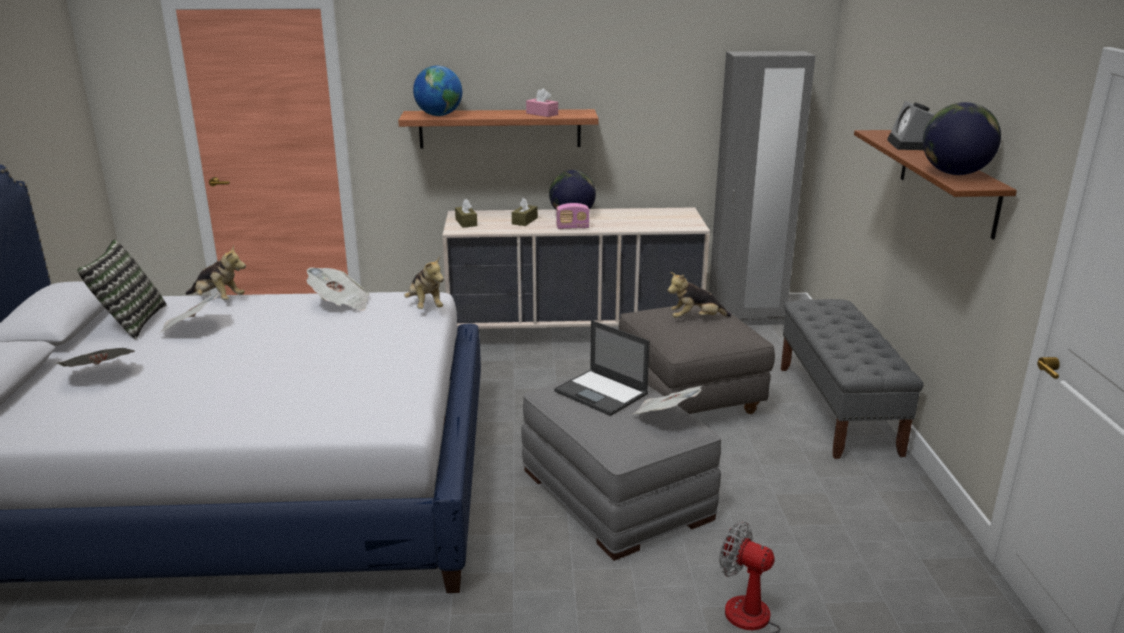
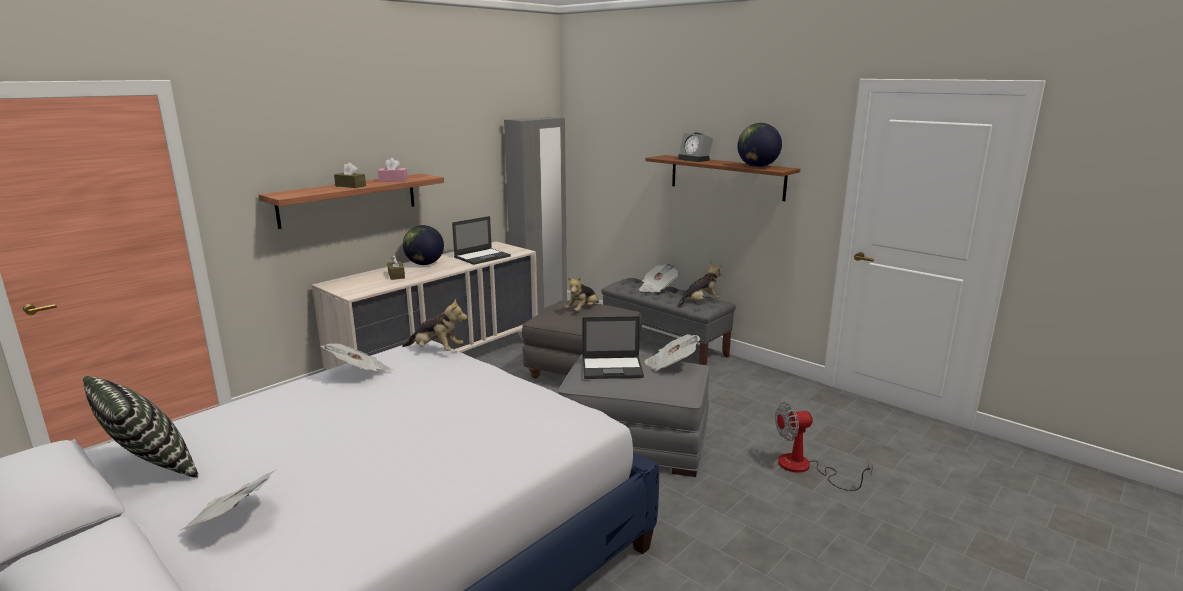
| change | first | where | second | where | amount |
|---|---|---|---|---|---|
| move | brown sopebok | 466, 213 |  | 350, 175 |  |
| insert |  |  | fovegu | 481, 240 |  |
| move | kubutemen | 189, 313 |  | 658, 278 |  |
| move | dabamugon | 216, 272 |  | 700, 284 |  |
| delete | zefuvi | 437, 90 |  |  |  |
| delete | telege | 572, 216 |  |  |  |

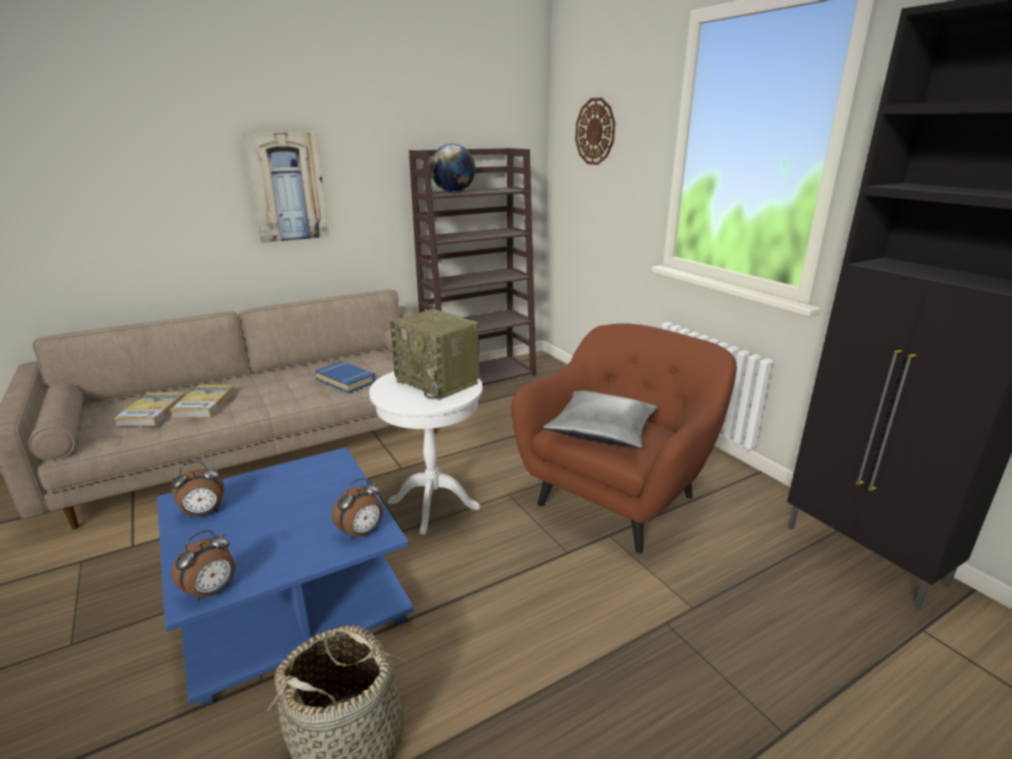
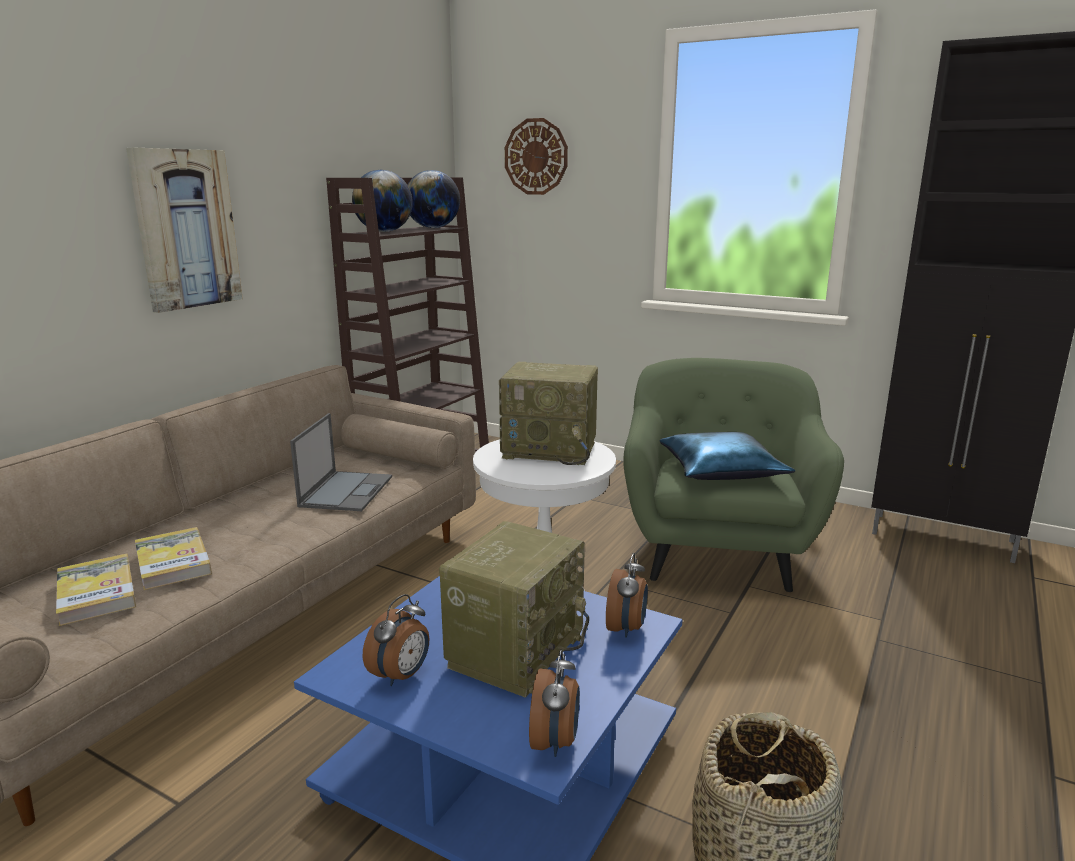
| change | first | where | second | where | amount |
|---|---|---|---|---|---|
| replace | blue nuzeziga | 345, 377 | fovegu | 341, 462 |  |
| insert |  |  | zefuvi | 434, 199 |  |
| insert |  |  | telege | 514, 609 |  |
| recolor | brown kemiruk | 624, 438 | green kemiruk | 733, 475 |  |
| recolor | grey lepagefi | 600, 419 | blue lepagefi | 727, 456 |  |

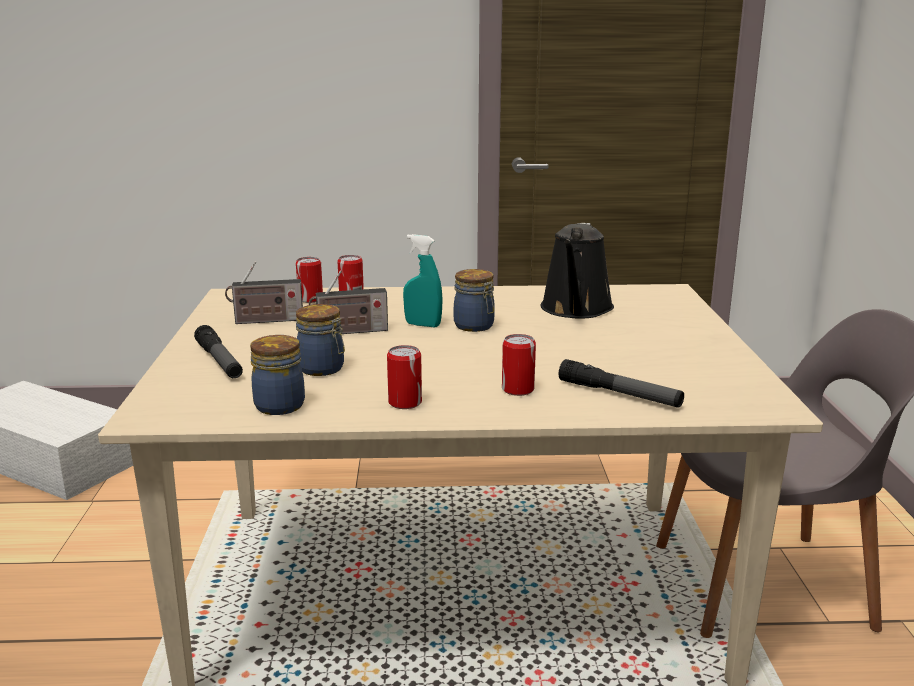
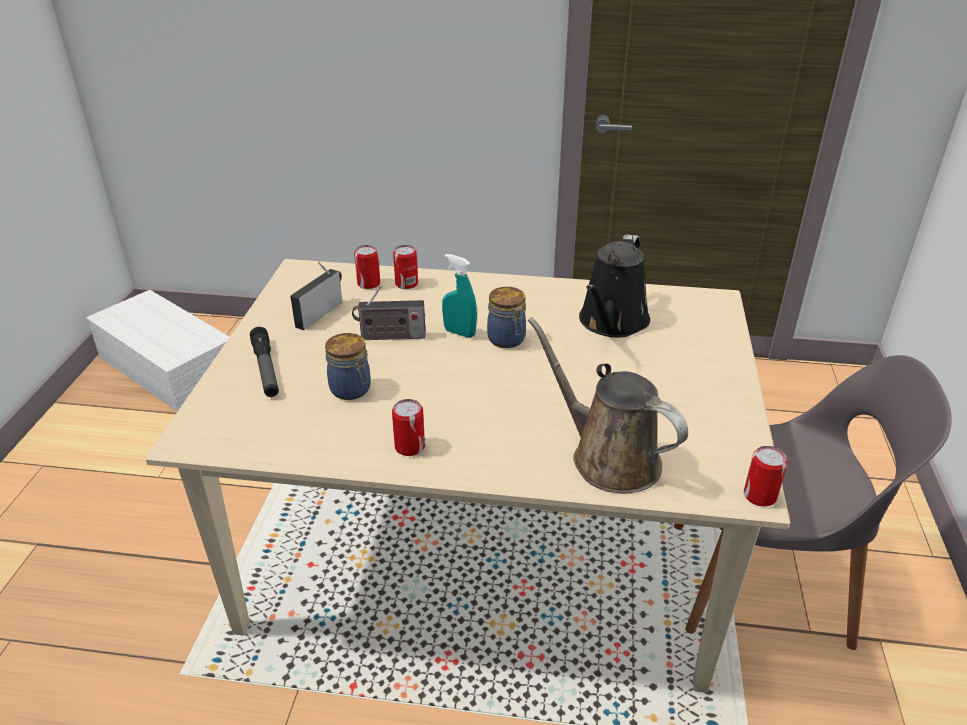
| change | first | where | second | where | amount |
|---|---|---|---|---|---|
| rotate | telege | 264, 293 |  | 316, 296 | 120 degrees clockwise |
| replace | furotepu | 621, 383 | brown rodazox | 608, 405 |  |
| move | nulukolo | 519, 365 |  | 766, 476 |  |
| delete | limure | 277, 375 |  |  |  |

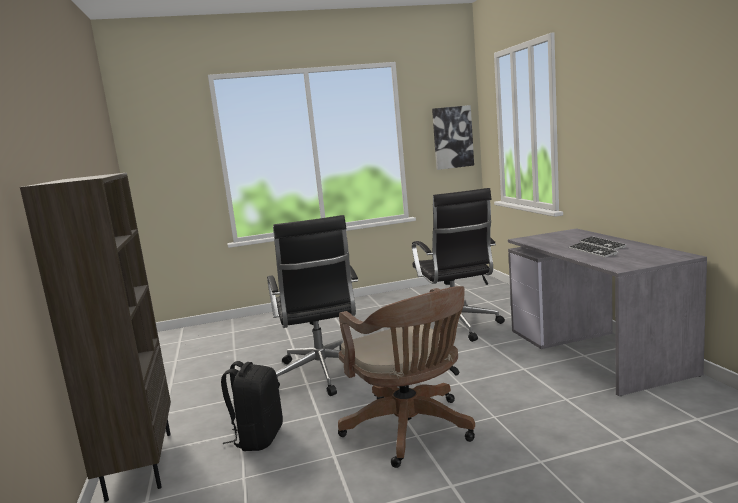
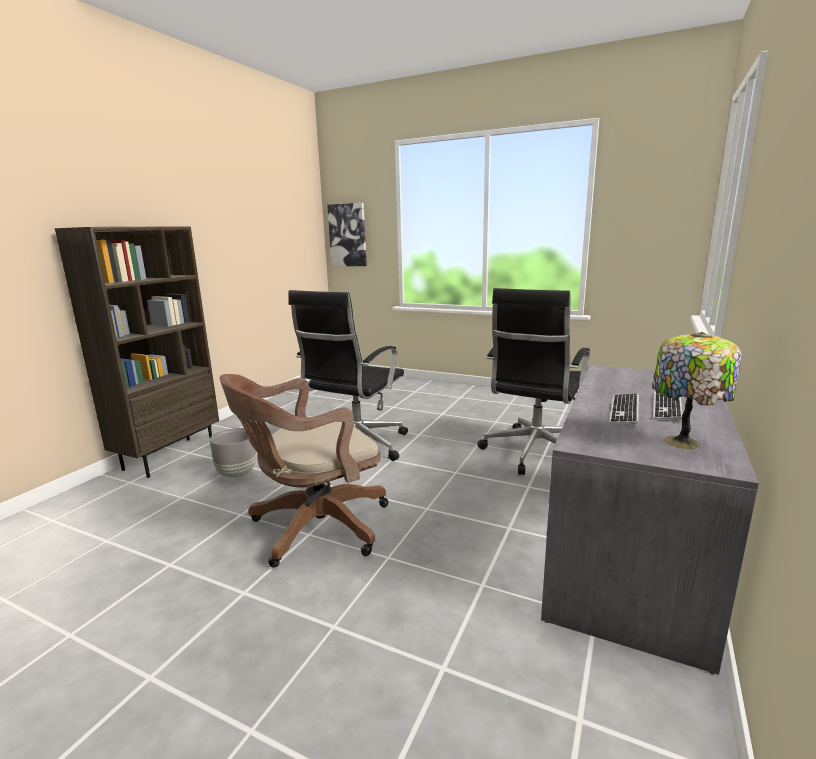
| change | first | where | second | where | amount |
|---|---|---|---|---|---|
| replace | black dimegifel | 252, 406 | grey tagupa | 232, 453 |  |
| rotate | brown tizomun | 406, 377 |  | 304, 471 | 45 degrees clockwise |
| move | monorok | 453, 137 |  | 347, 234 |  |
| insert |  |  | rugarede | 697, 391 |  |

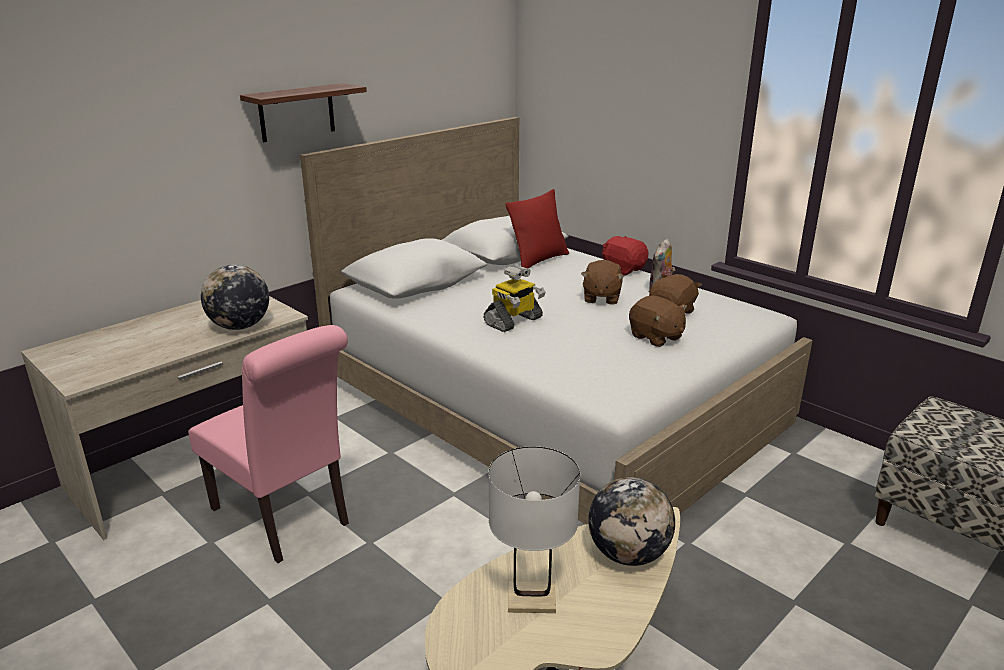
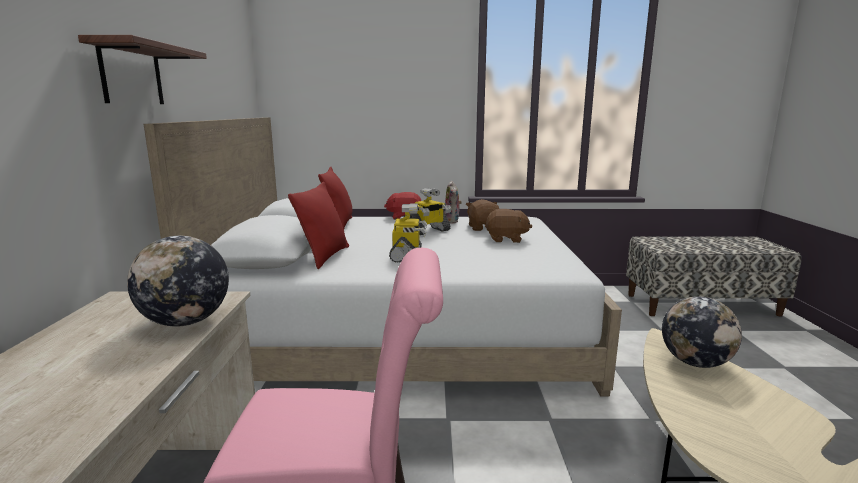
| change | first | where | second | where | amount |
|---|---|---|---|---|---|
| insert |  |  | red lepagefi | 318, 225 |  |
| replace | brown dabamugon | 602, 282 | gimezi | 430, 211 |  |
| delete | white rugarede | 534, 529 |  |  |  |

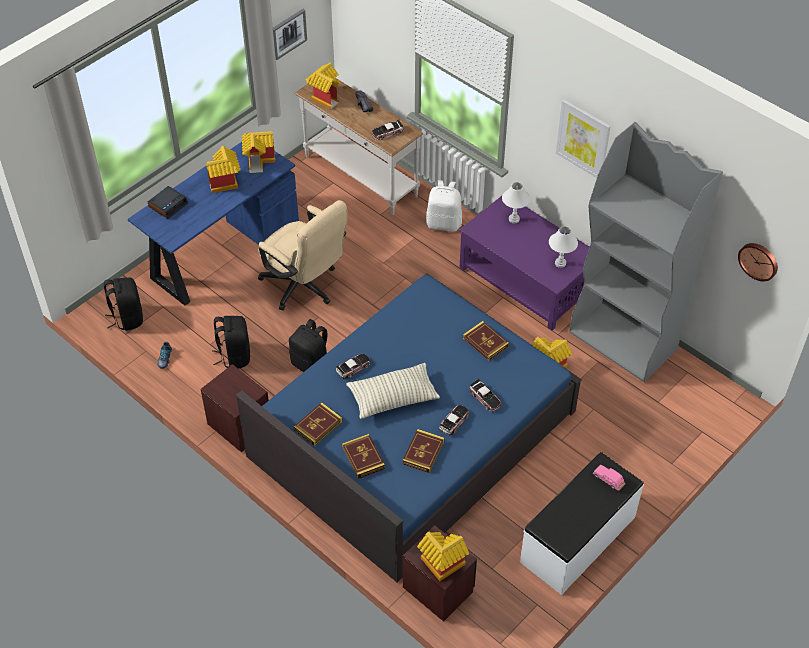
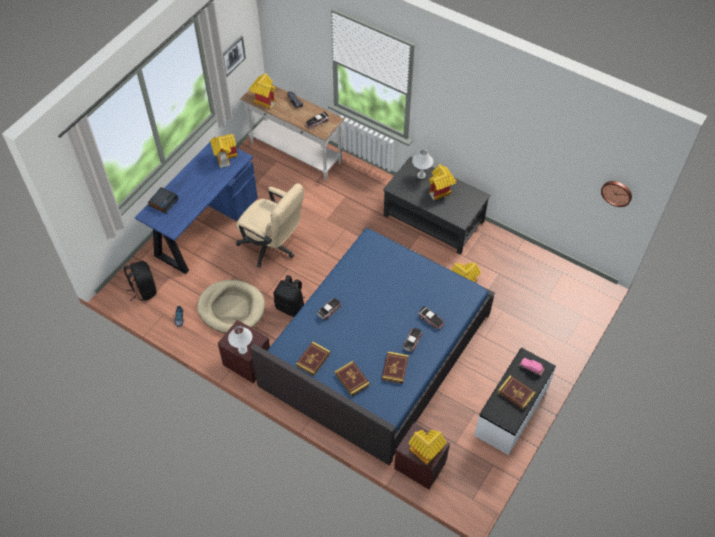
| change | first | where | second | where | amount |
|---|---|---|---|---|---|
| replace | black dimegifel | 231, 342 | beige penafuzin | 231, 306 |  |
| move | white rugarede | 563, 247 |  | 240, 340 |  |
| recolor | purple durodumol | 524, 263 | black durodumol | 436, 206 |  |
| move | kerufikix | 223, 169 |  | 442, 182 |  |
| move | nuzeziga | 486, 341 |  | 516, 392 |  |
| delete | lepagefi | 393, 391 |  |  |  |
| delete | white dimegifel | 444, 206 |  |  |  |
| delete | monorok | 583, 138 |  |  |  |
| delete | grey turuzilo | 646, 252 |  |  |  |

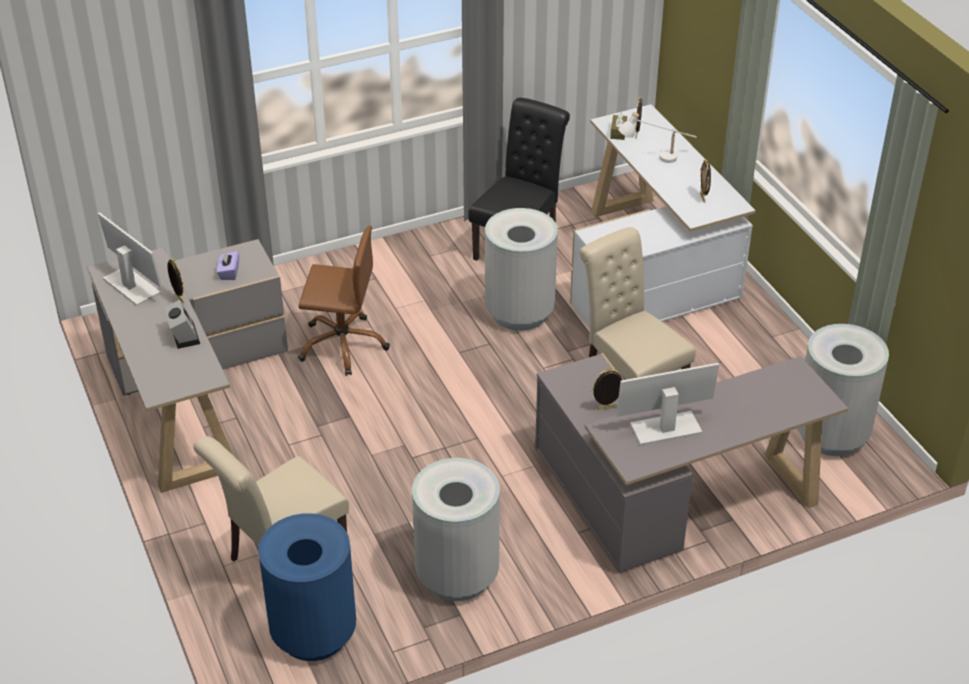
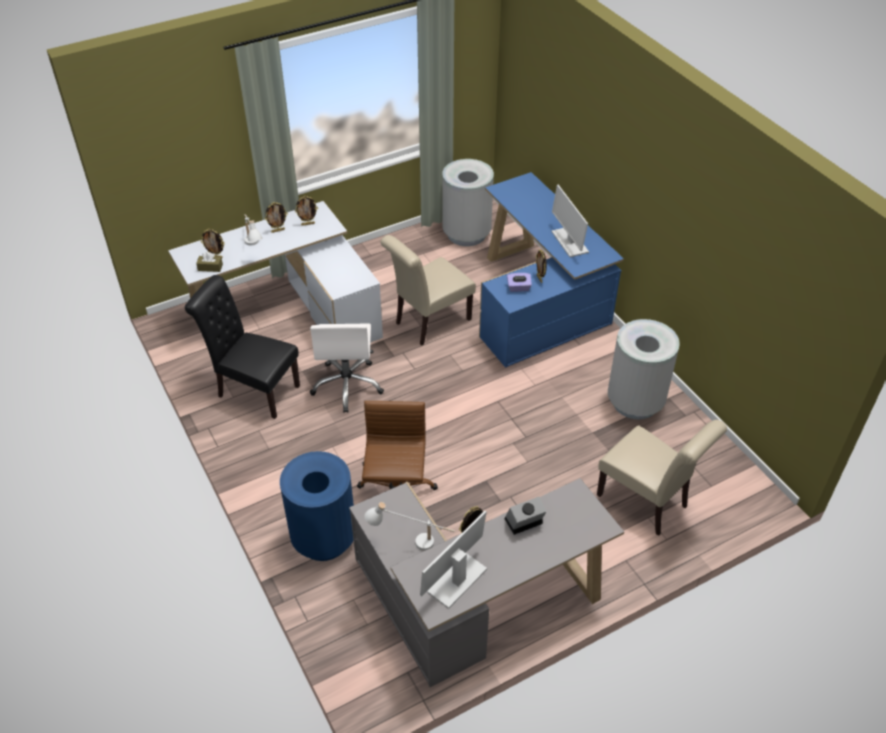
| change | first | where | second | where | amount |
|---|---|---|---|---|---|
| insert |  |  | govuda | 276, 217 |  |
| move | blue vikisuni | 307, 587 |  | 317, 506 |  |
| replace | grey vikisuni | 521, 269 | white tizomun | 347, 368 |  |
| insert |  |  | white rugarede | 409, 526 |  |
| recolor | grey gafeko | 691, 463 | blue gafeko | 551, 270 |  |
| move | purple sopebok | 228, 265 |  | 519, 282 |  |

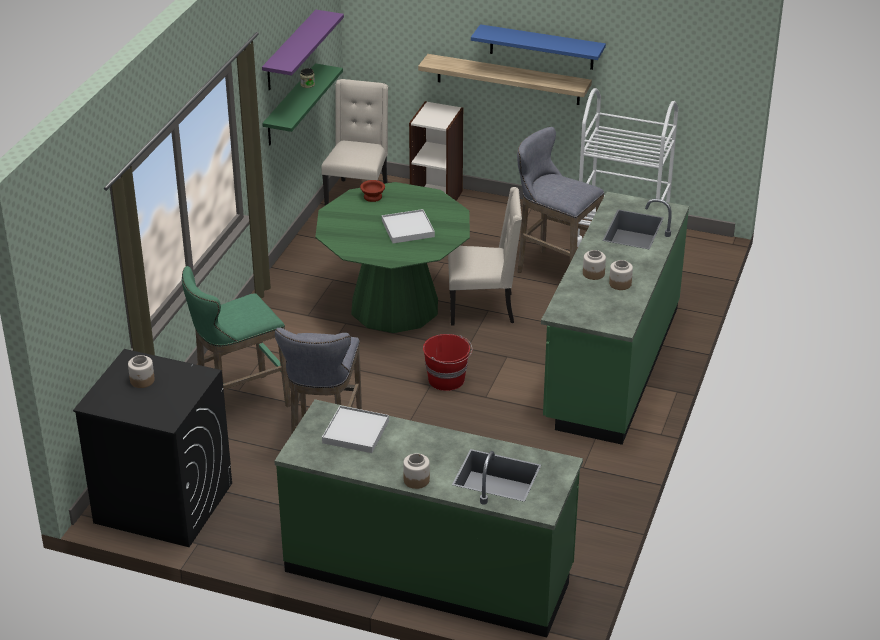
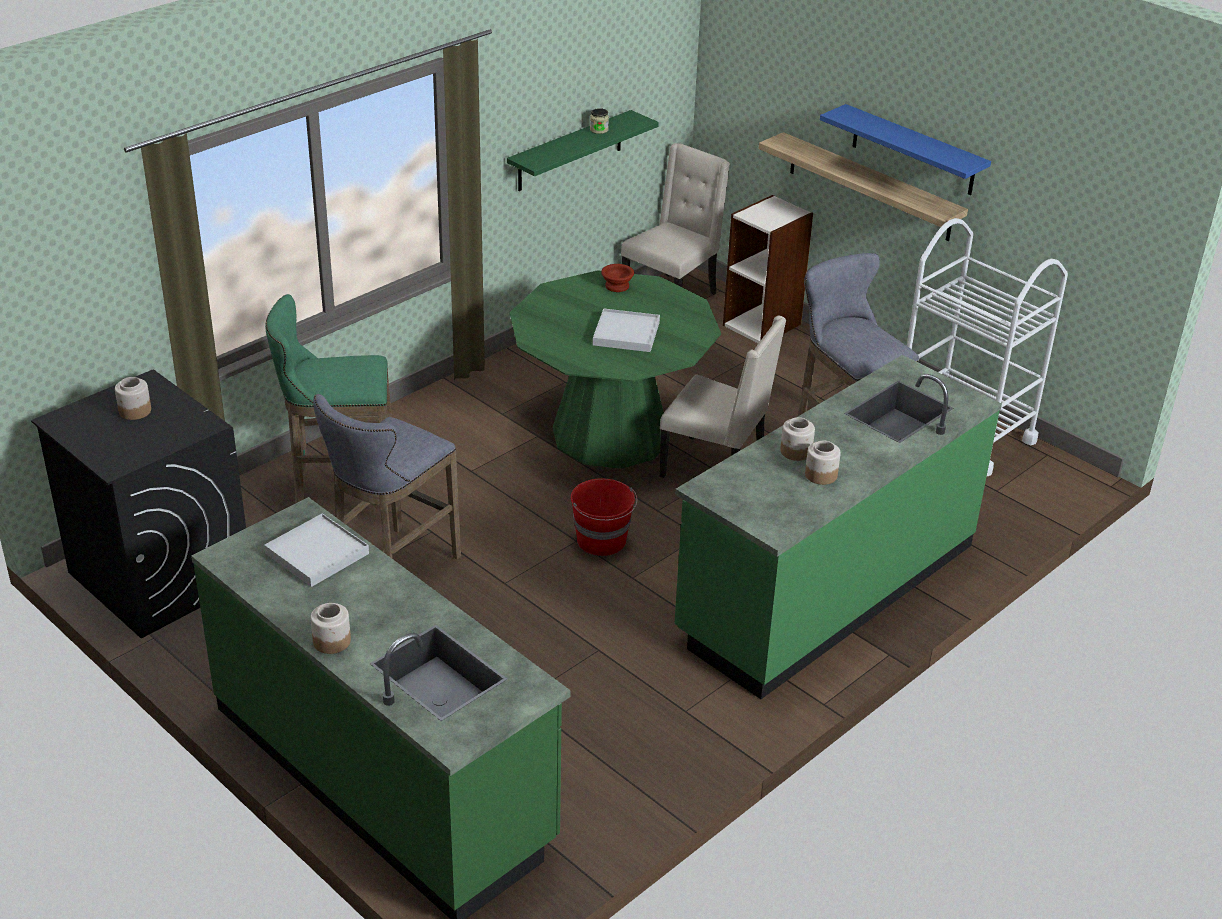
| change | first | where | second | where | amount |
|---|---|---|---|---|---|
| delete | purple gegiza | 303, 50 |  |  |  |

